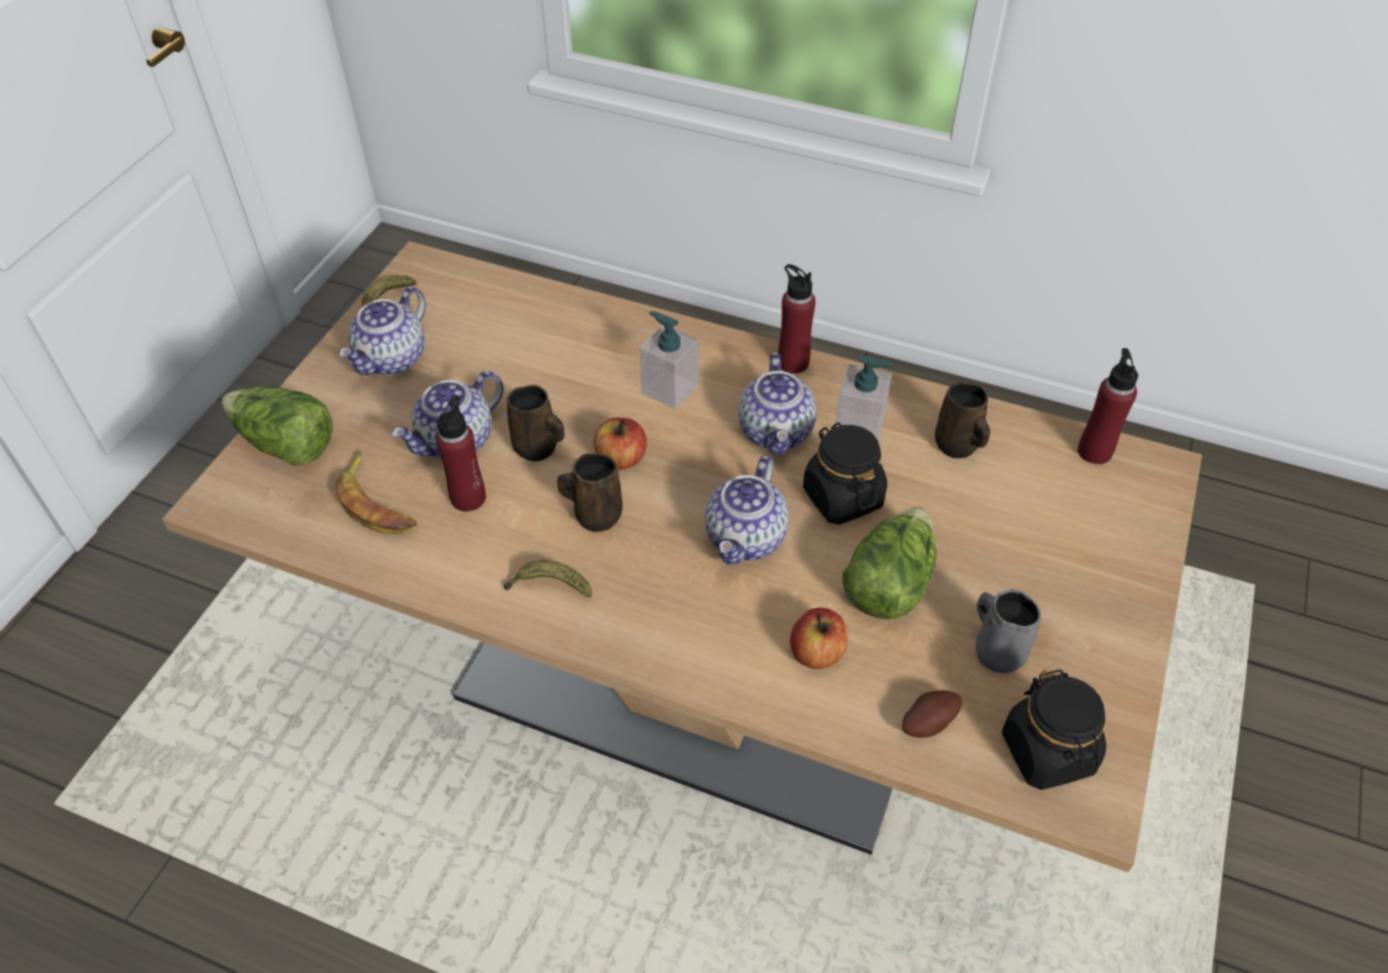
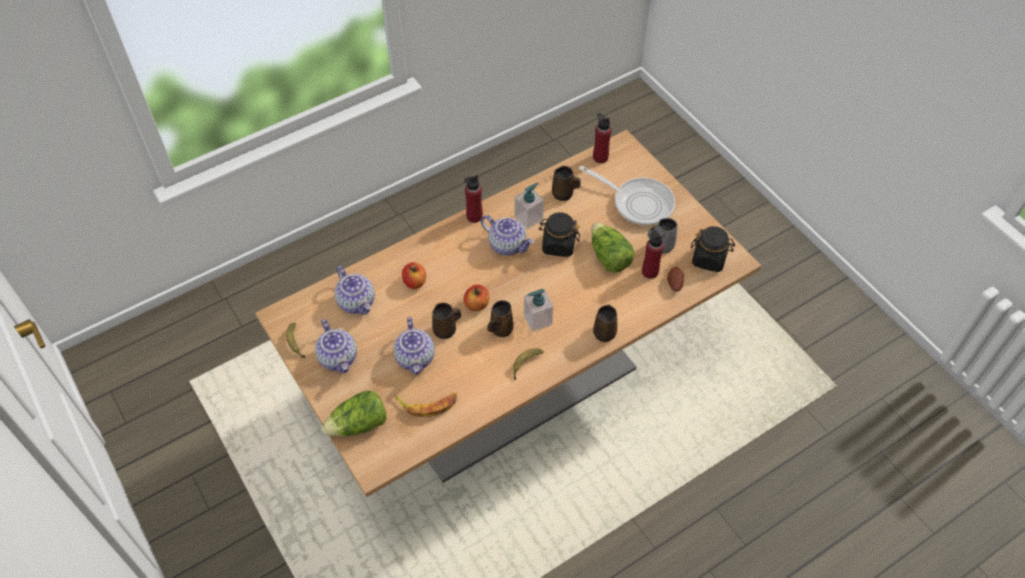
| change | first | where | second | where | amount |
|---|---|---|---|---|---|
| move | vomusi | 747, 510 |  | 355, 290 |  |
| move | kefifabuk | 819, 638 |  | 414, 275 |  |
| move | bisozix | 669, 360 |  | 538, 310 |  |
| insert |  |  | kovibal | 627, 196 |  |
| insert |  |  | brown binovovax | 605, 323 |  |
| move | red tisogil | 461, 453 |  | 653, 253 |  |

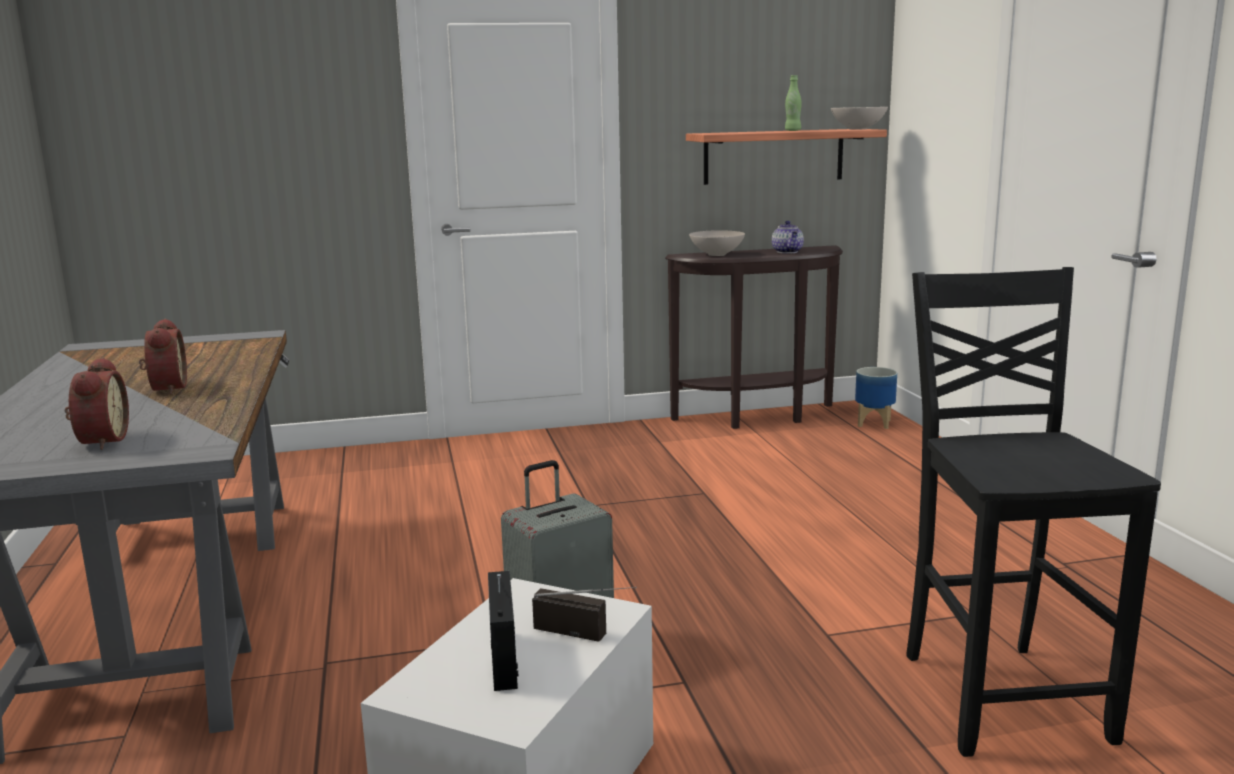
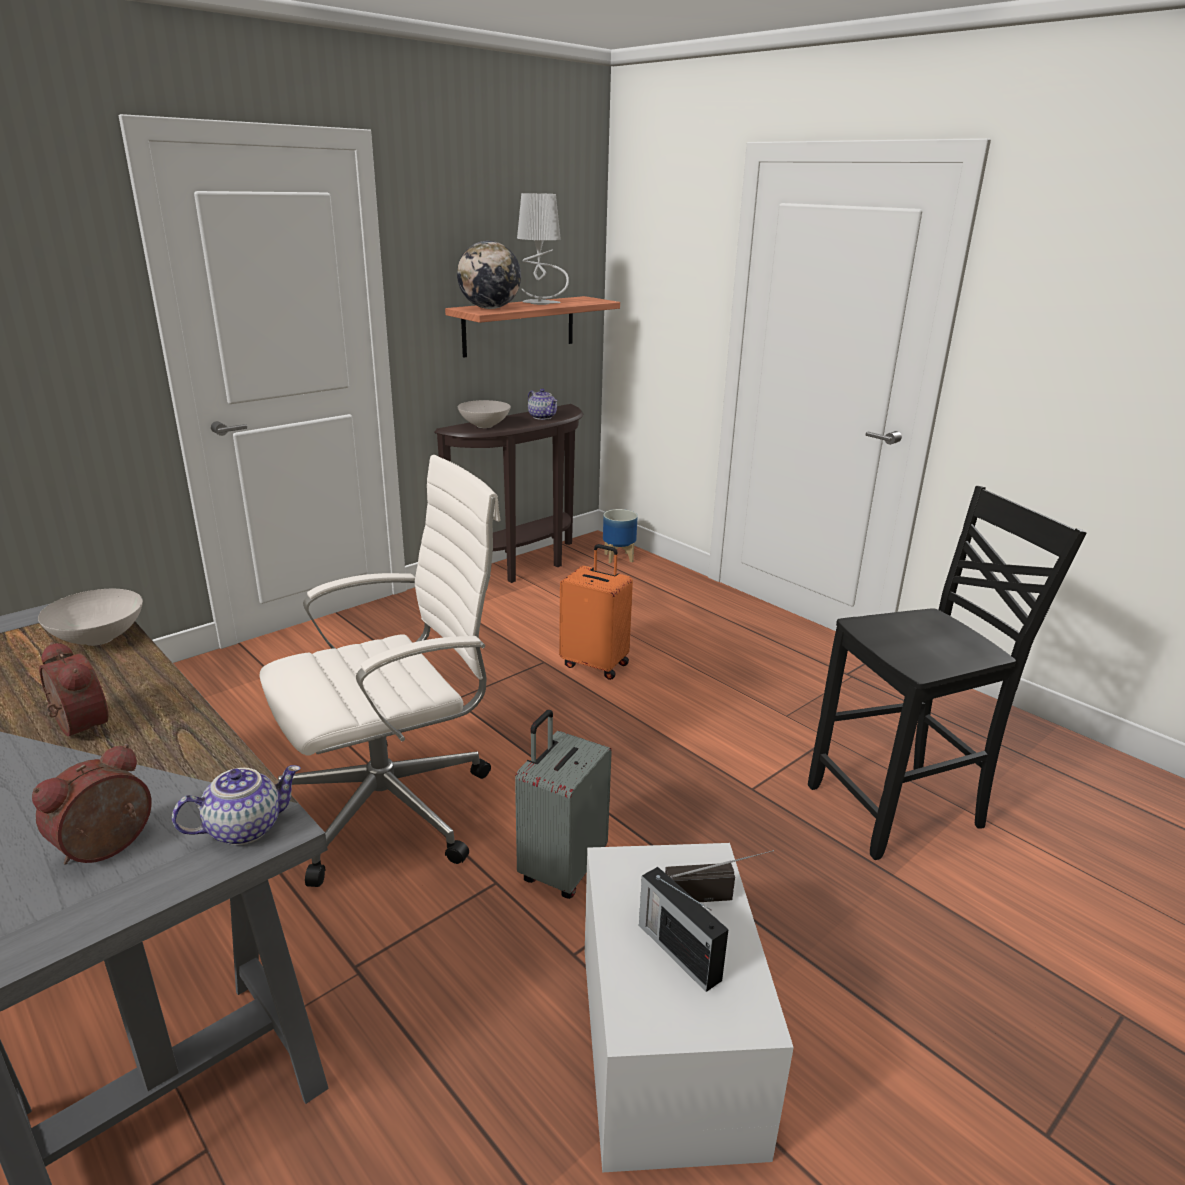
| change | first | where | second | where | amount |
|---|---|---|---|---|---|
| rotate | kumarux | 97, 403 |  | 92, 804 | 105 degrees counterclockwise |
| move | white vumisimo | 859, 118 |  | 90, 617 |  |
| insert |  |  | vomusi | 236, 805 |  |
| insert |  |  | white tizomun | 380, 671 |  |
| insert |  |  | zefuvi | 489, 275 |  |
| replace | green tisogil | 793, 103 | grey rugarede | 543, 249 |  |
| insert |  |  | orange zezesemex | 596, 612 |  |
| rotate | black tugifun | 1033, 512 |  | 947, 673 | 105 degrees clockwise |

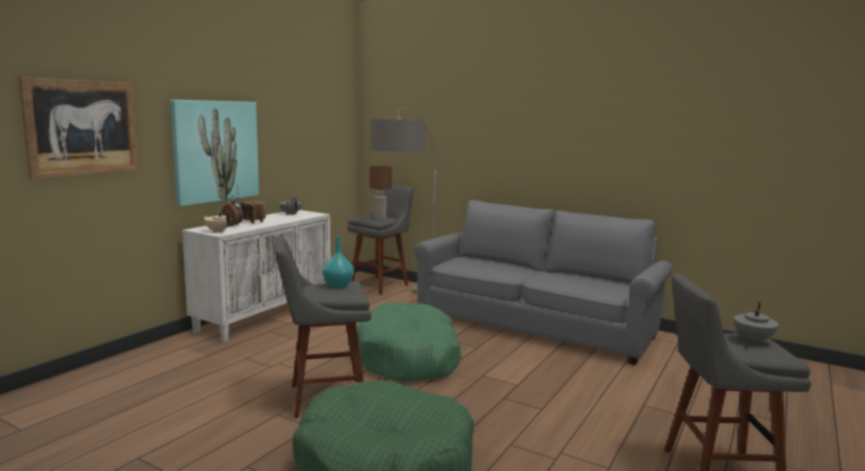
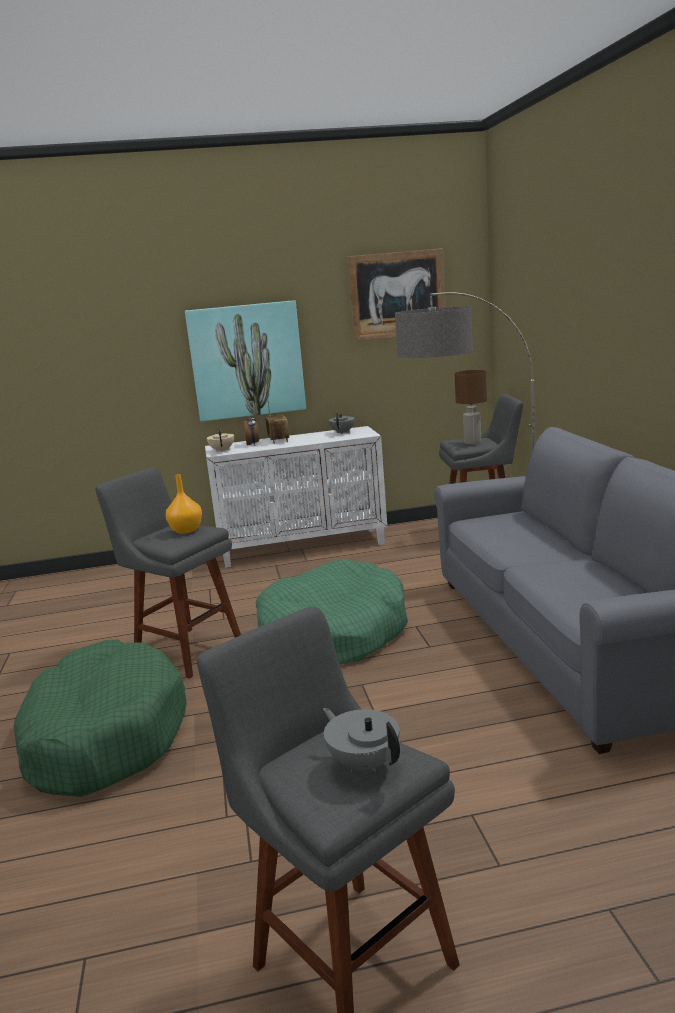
| change | first | where | second | where | amount |
|---|---|---|---|---|---|
| recolor | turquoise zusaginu | 338, 262 | orange zusaginu | 184, 504 |  |
| rotate | grey vomusi | 756, 323 |  | 361, 740 | 60 degrees clockwise |
| move | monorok | 79, 128 |  | 396, 295 |  |

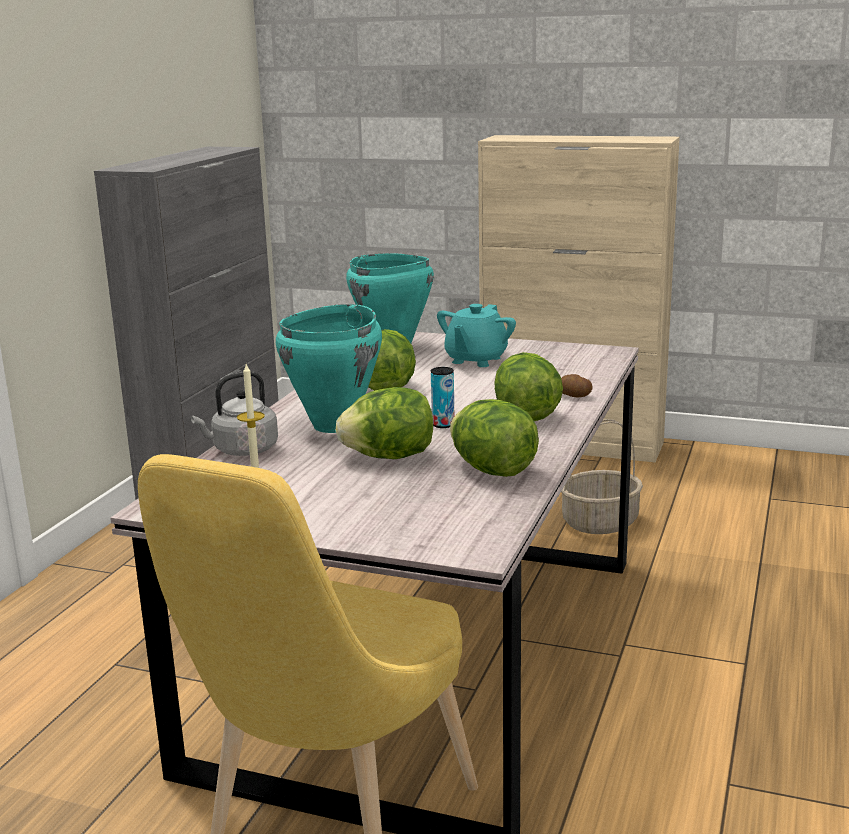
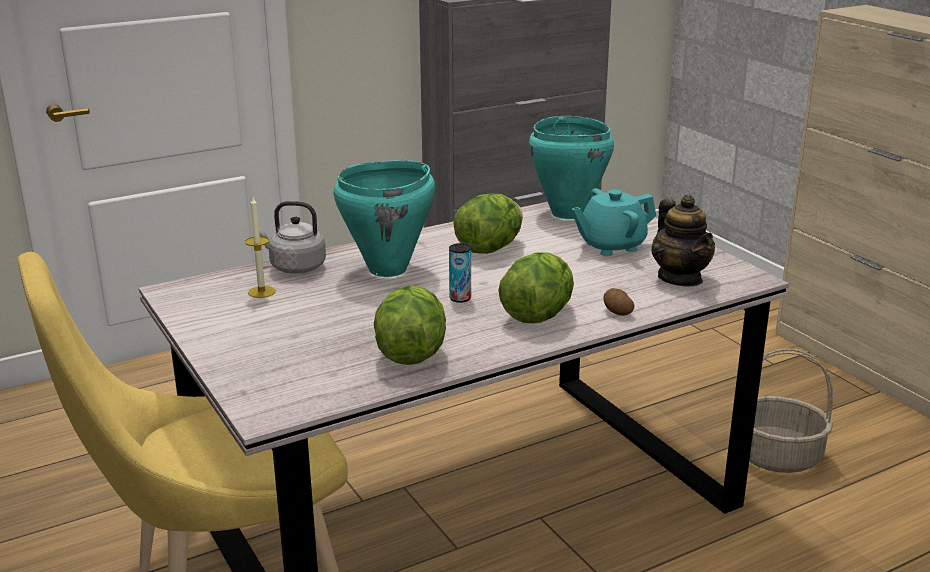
| change | first | where | second | where | amount |
|---|---|---|---|---|---|
| insert |  |  | vomusi | 683, 241 |  |
| delete | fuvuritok | 384, 423 |  |  |  |

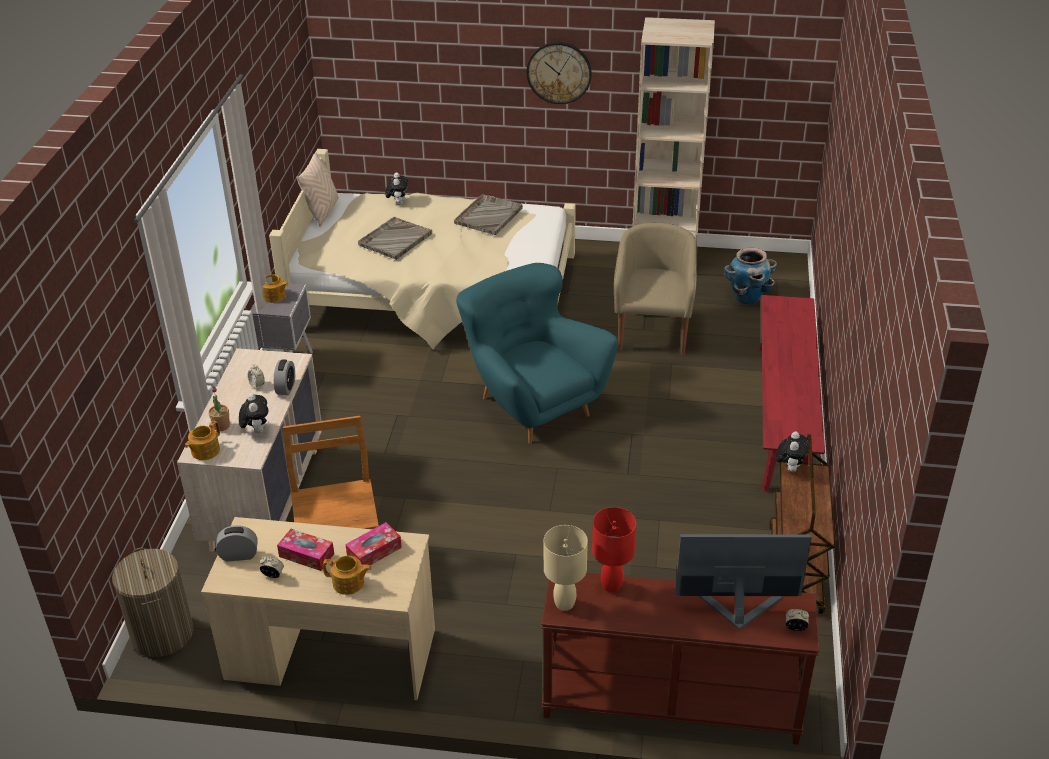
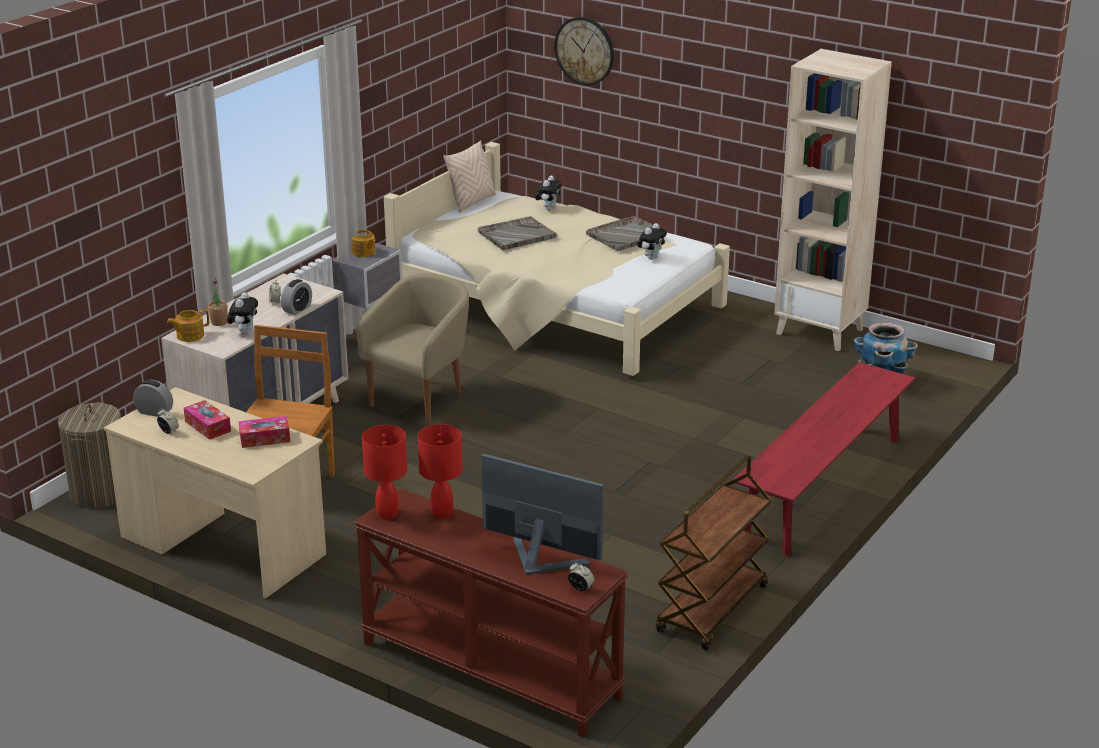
| change | first | where | second | where | amount |
|---|---|---|---|---|---|
| move | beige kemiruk | 655, 289 |  | 412, 349 |  |
| recolor | beige rugarede | 566, 568 | red rugarede | 384, 472 |  |
| move | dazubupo | 559, 73 |  | 584, 51 |  |
| move | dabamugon | 792, 451 |  | 652, 241 |  |
| delete | vomusi | 347, 575 |  |  |  |
| delete | turquoise kemiruk | 537, 353 |  |  |  |

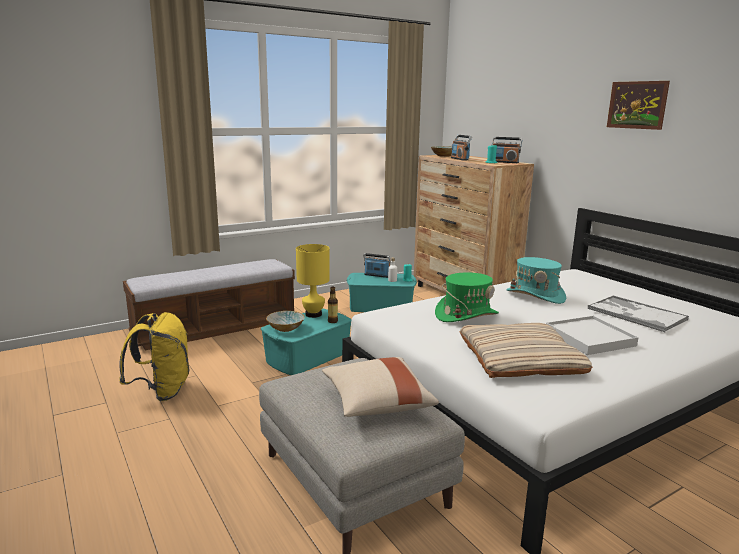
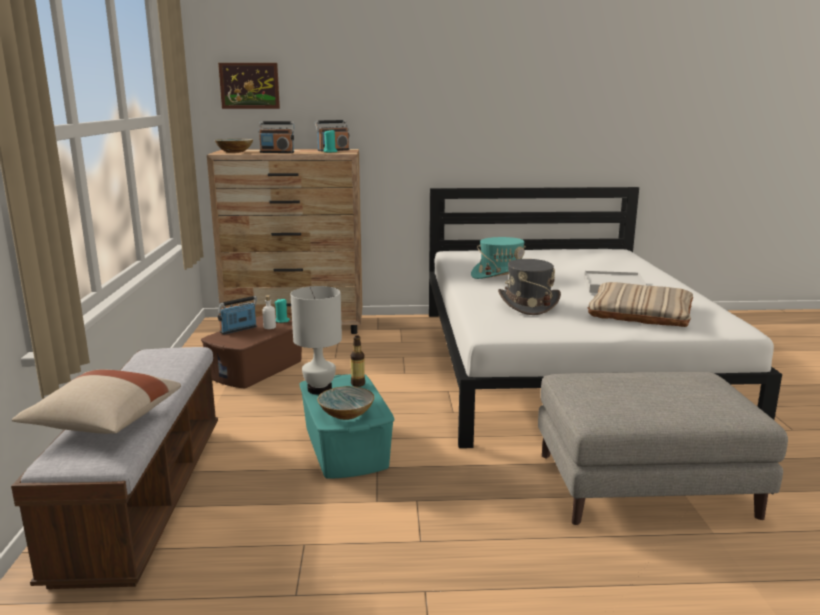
| change | first | where | second | where | amount |
|---|---|---|---|---|---|
| move | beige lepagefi | 380, 387 |  | 96, 401 |  |
| recolor | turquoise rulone | 382, 292 | brown rulone | 251, 351 |  |
| move | monorok | 638, 105 |  | 249, 86 |  |
| recolor | yellow rugarede | 313, 281 | white rugarede | 316, 340 |  |
| recolor | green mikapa | 467, 297 | grey mikapa | 529, 287 |  |
| delete | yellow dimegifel | 154, 356 |  |  |  |
| delete | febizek | 638, 314 |  |  |  |

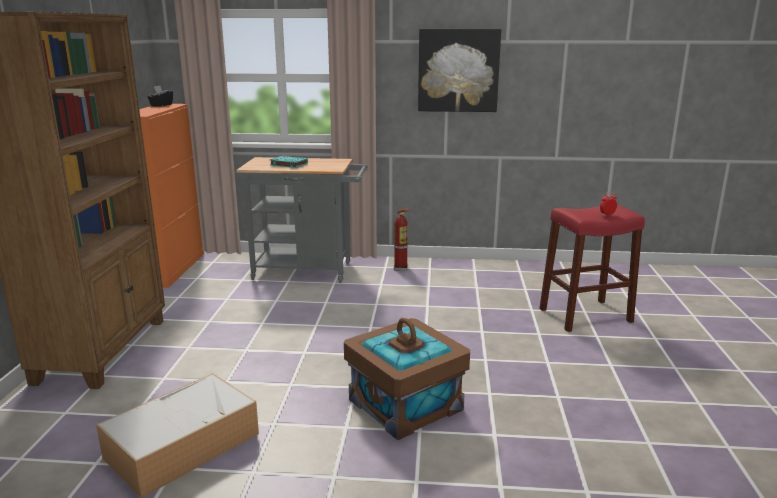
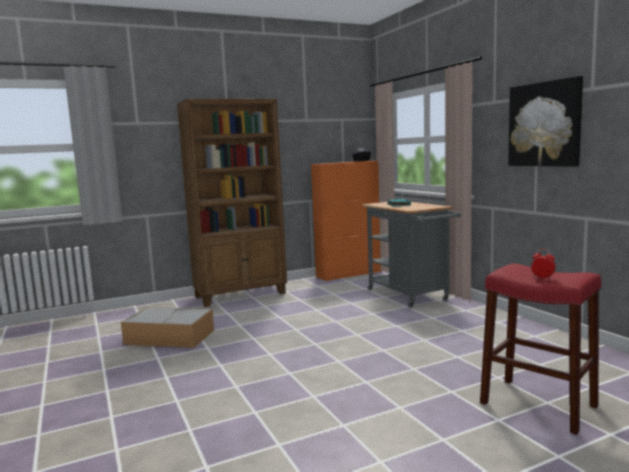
| change | first | where | second | where | amount |
|---|---|---|---|---|---|
| delete | brown rulone | 407, 379 |  |  |  |
| delete | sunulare | 401, 239 |  |  |  |

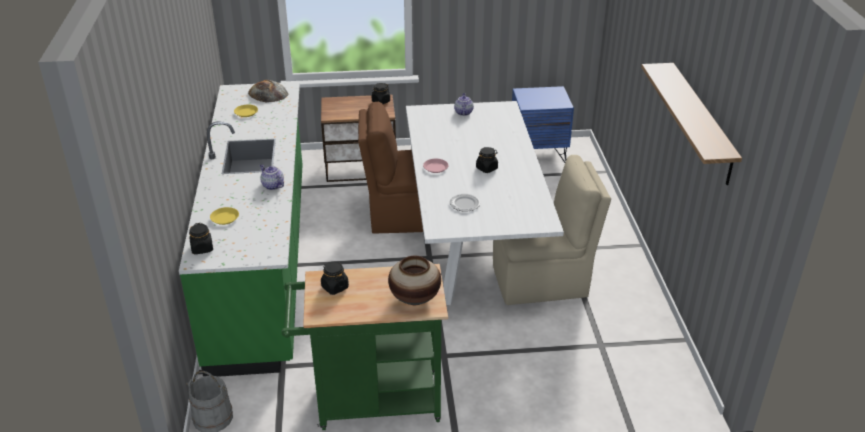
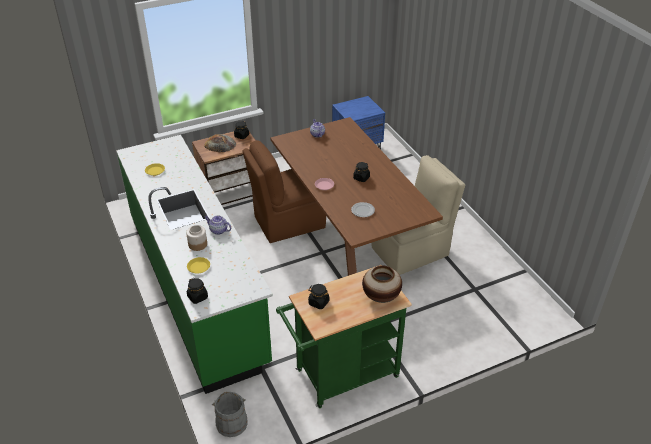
| change | first | where | second | where | amount |
|---|---|---|---|---|---|
| insert |  |  | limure | 196, 238 |  |
| move | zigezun | 268, 91 |  | 220, 143 |  |
| recolor | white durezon | 485, 203 | brown durezon | 356, 196 |  |
| delete | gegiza | 691, 124 |  |  |  |

